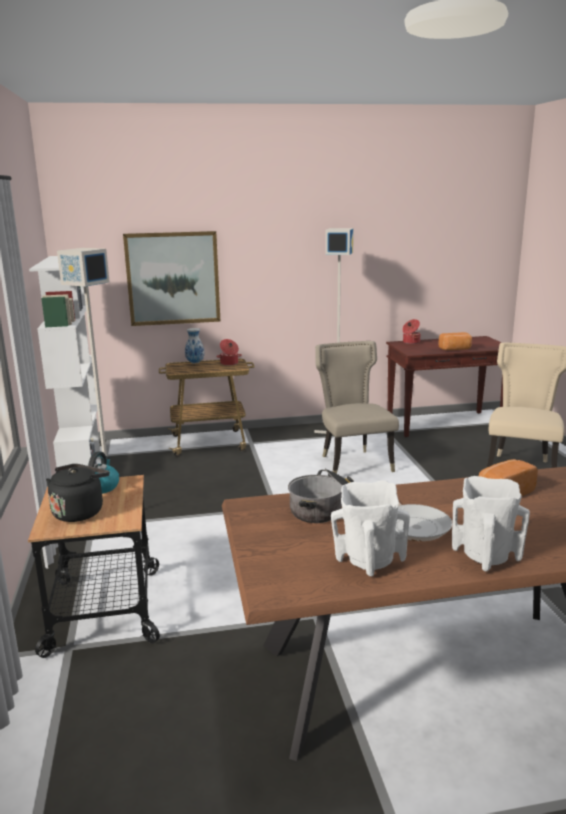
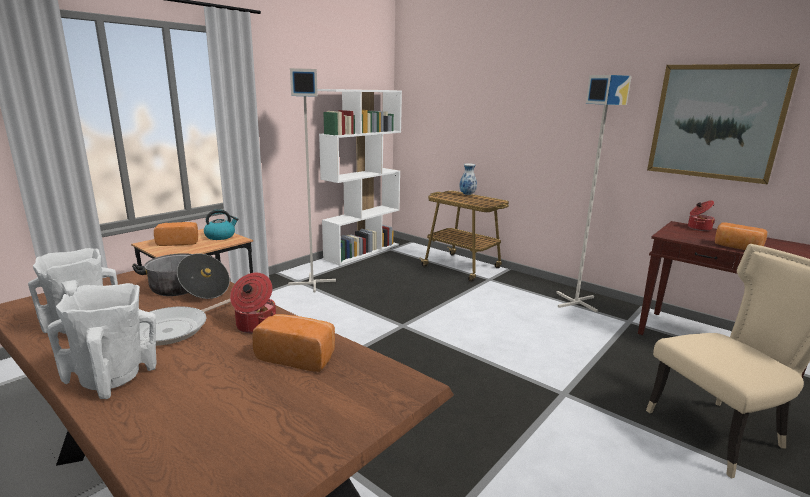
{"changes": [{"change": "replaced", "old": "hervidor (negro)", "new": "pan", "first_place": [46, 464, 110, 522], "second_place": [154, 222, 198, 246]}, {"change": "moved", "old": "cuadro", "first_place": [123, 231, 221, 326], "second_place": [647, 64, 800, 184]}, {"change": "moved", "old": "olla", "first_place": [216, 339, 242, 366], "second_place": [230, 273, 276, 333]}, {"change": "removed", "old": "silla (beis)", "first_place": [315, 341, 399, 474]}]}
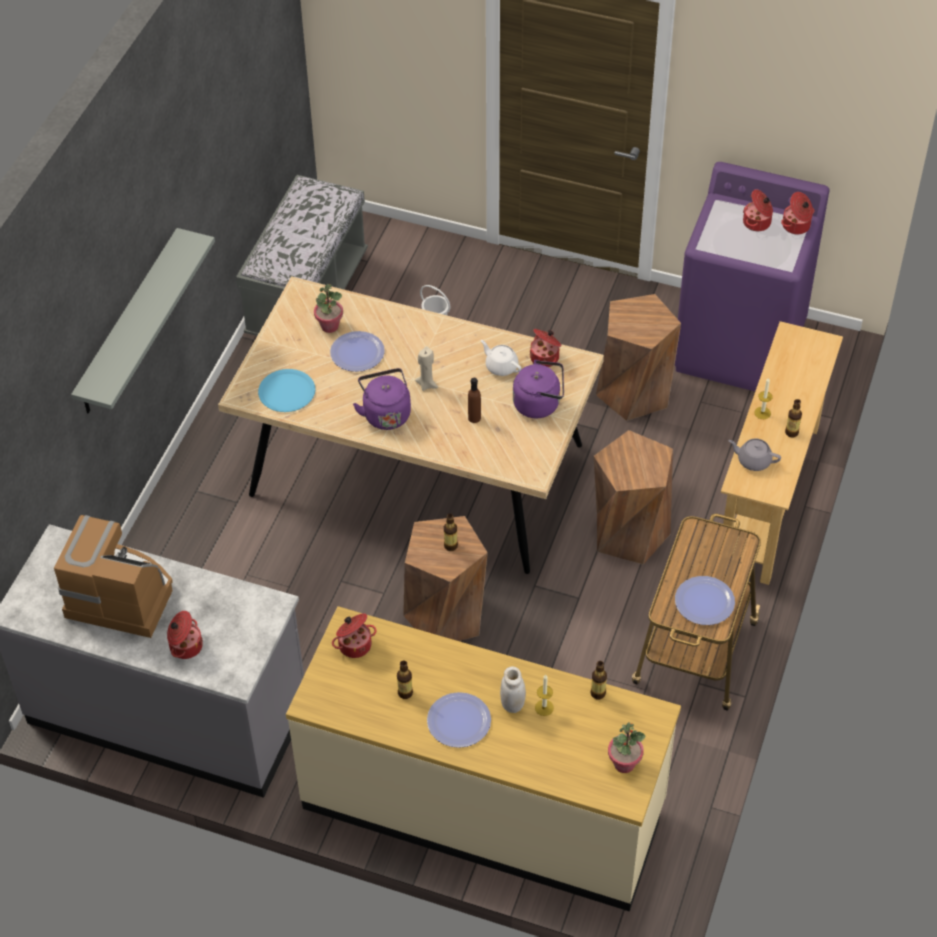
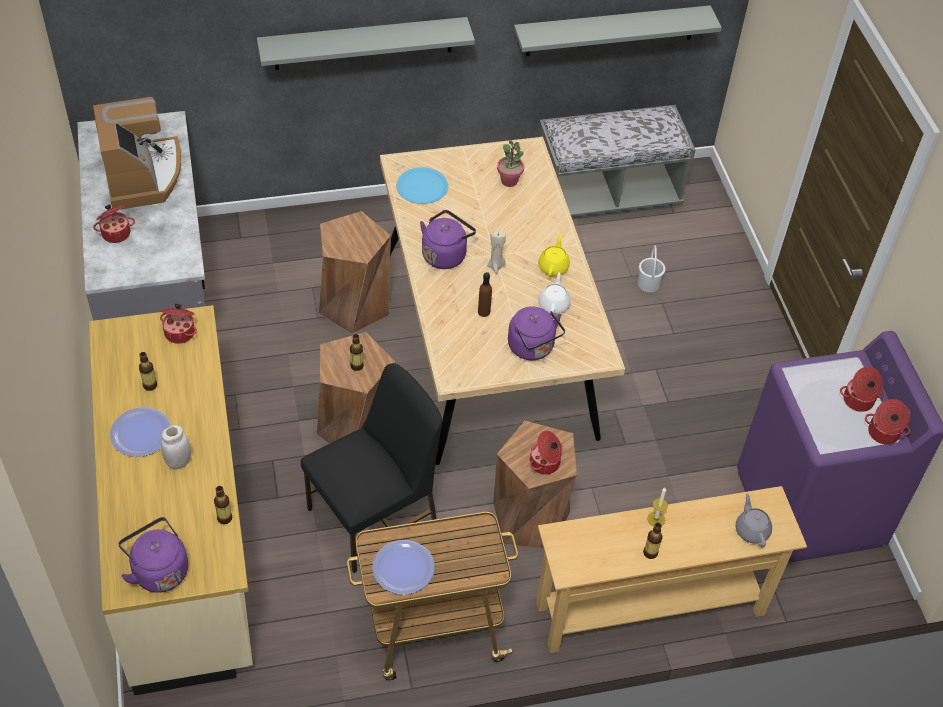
{"changes": [{"change": "removed", "old": "plato", "first_place": [330, 331, 385, 372]}, {"change": "moved", "old": "olla", "first_place": [530, 329, 561, 367], "second_place": [530, 431, 562, 474]}, {"change": "removed", "old": "vela", "first_place": [535, 674, 554, 716]}, {"change": "moved", "old": "taburete (marrón)", "first_place": [596, 294, 681, 421], "second_place": [319, 211, 391, 334]}, {"change": "replaced", "old": "planta en maceta", "new": "hervidor (morado)", "first_place": [608, 722, 645, 773], "second_place": [118, 517, 188, 593]}, {"change": "moved", "old": "tetera (gris)", "first_place": [728, 439, 781, 471], "second_place": [736, 493, 772, 547]}, {"change": "added", "new": "silla (negro)", "second_place": [301, 363, 442, 573]}, {"change": "added", "new": "estante (gris)", "second_place": [514, 5, 722, 56]}, {"change": "added", "new": "tetera (amarillo)", "second_place": [538, 235, 570, 277]}]}
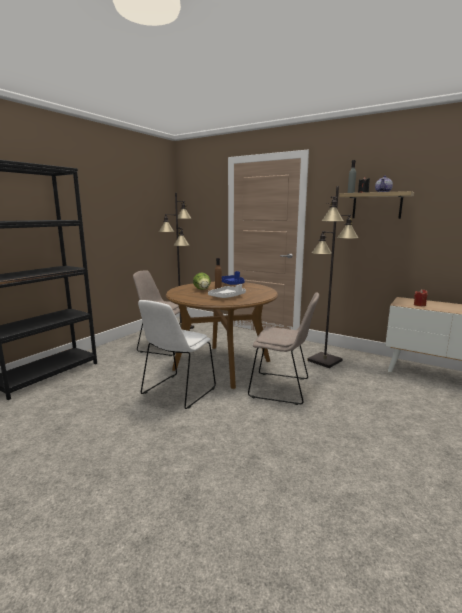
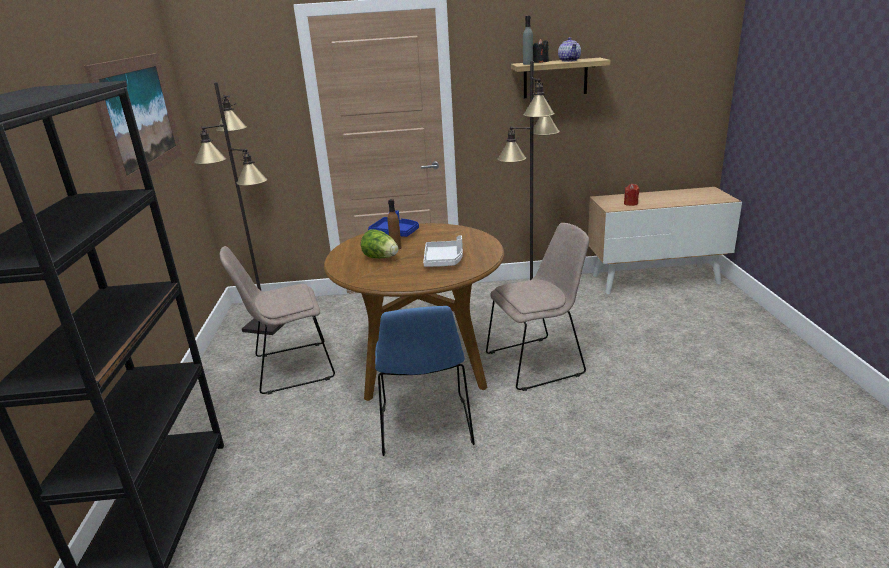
{"changes": [{"change": "recoloured", "old": "silla (blanco)", "new": "silla (azul)", "first_place": [138, 300, 216, 409], "second_place": [375, 306, 475, 456]}, {"change": "added", "new": "cuadro", "second_place": [84, 53, 182, 191]}]}
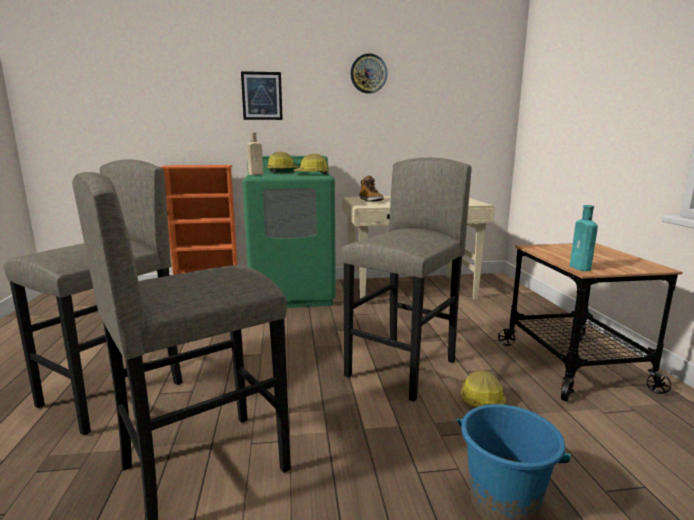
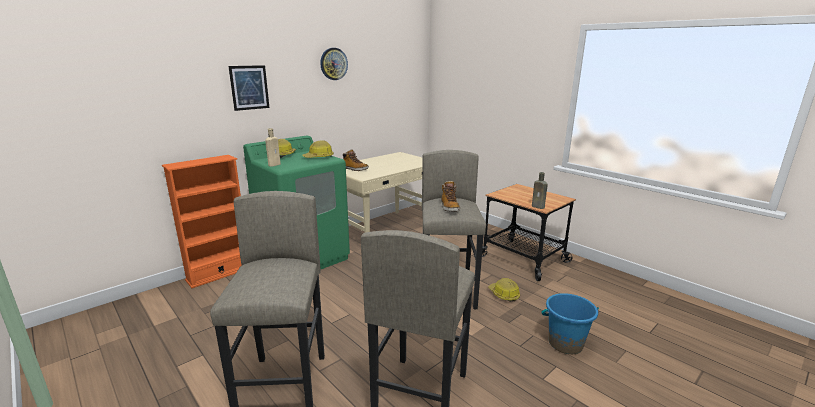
{"changes": [{"change": "recoloured", "old": "botella (turquesa)", "new": "botella (marrón)", "first_place": [570, 205, 598, 271], "second_place": [532, 172, 548, 209]}, {"change": "added", "new": "bota", "second_place": [441, 181, 460, 212]}]}
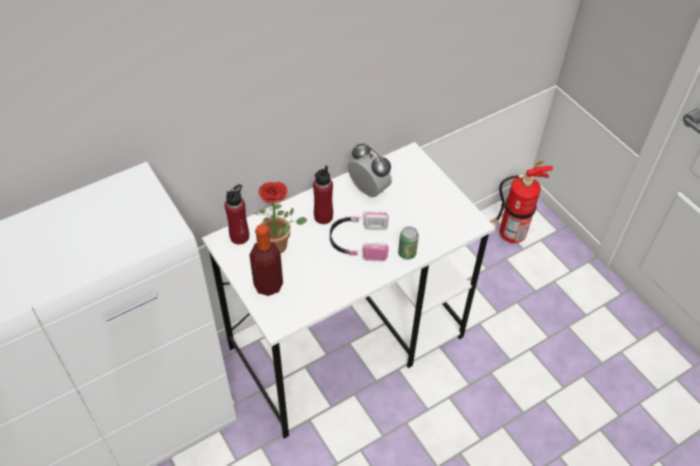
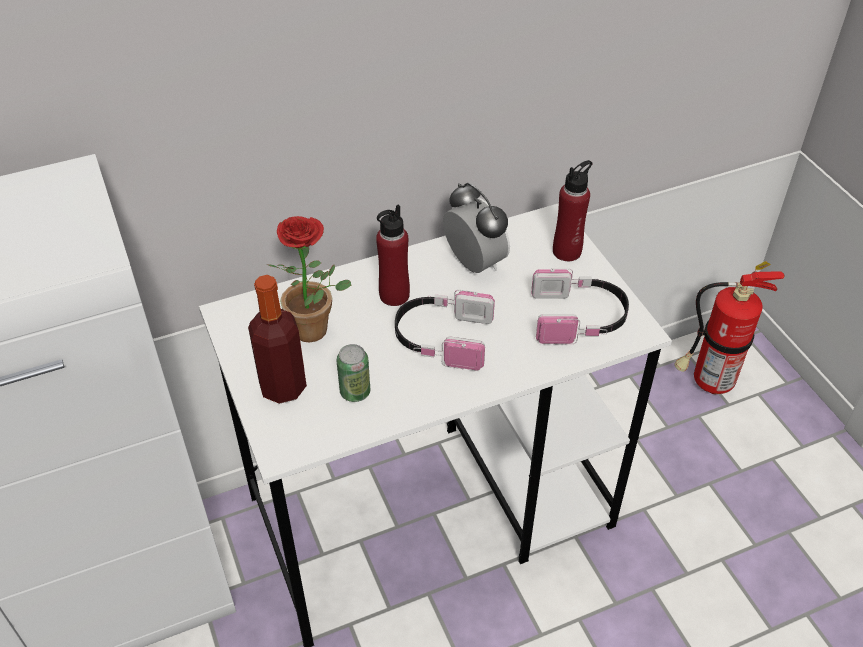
{"changes": [{"change": "moved", "old": "botella (rojo)", "first_place": [225, 184, 249, 244], "second_place": [553, 160, 592, 261]}, {"change": "moved", "old": "lata", "first_place": [398, 226, 419, 260], "second_place": [336, 344, 371, 402]}, {"change": "added", "new": "auriculares", "second_place": [531, 268, 629, 344]}]}
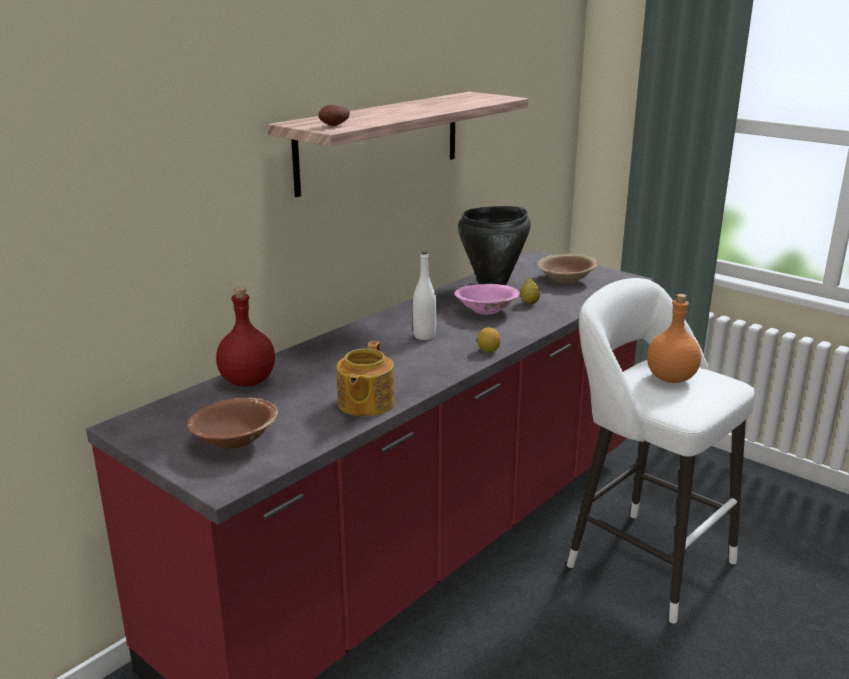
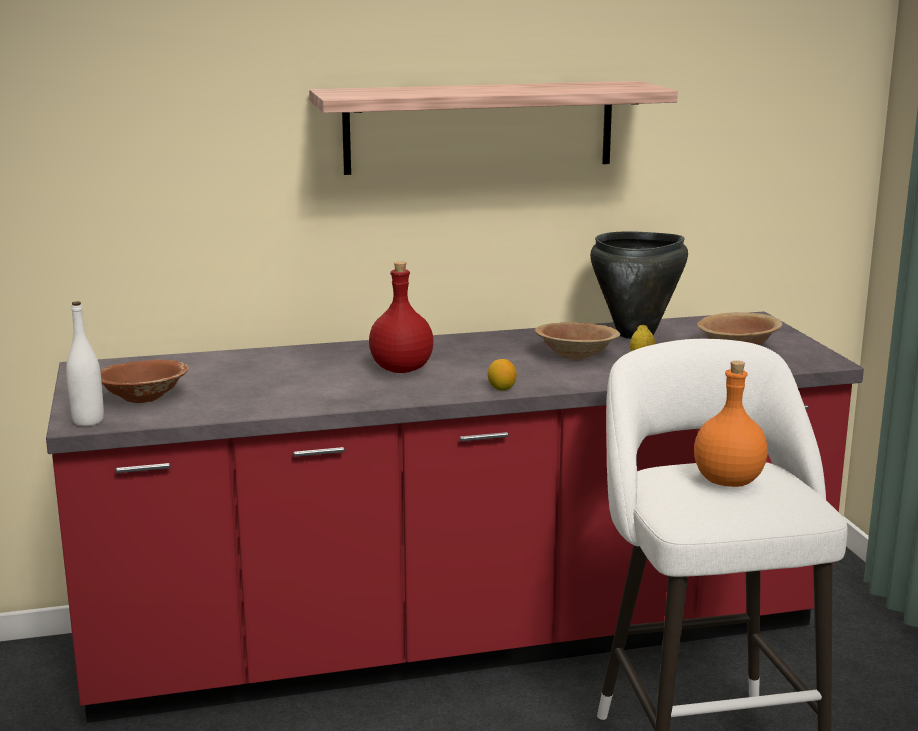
{"changes": [{"change": "moved", "old": "botella (rojo)", "first_place": [216, 287, 275, 387], "second_place": [369, 261, 434, 373]}, {"change": "removed", "old": "patata", "first_place": [318, 105, 350, 126]}, {"change": "removed", "old": "tetera", "first_place": [336, 341, 395, 416]}, {"change": "moved", "old": "botella (blanco)", "first_place": [413, 251, 436, 340], "second_place": [66, 301, 104, 426]}, {"change": "recoloured", "old": "cuenco (rosa)", "new": "cuenco (marrón)", "first_place": [454, 284, 520, 315], "second_place": [535, 322, 620, 360]}]}
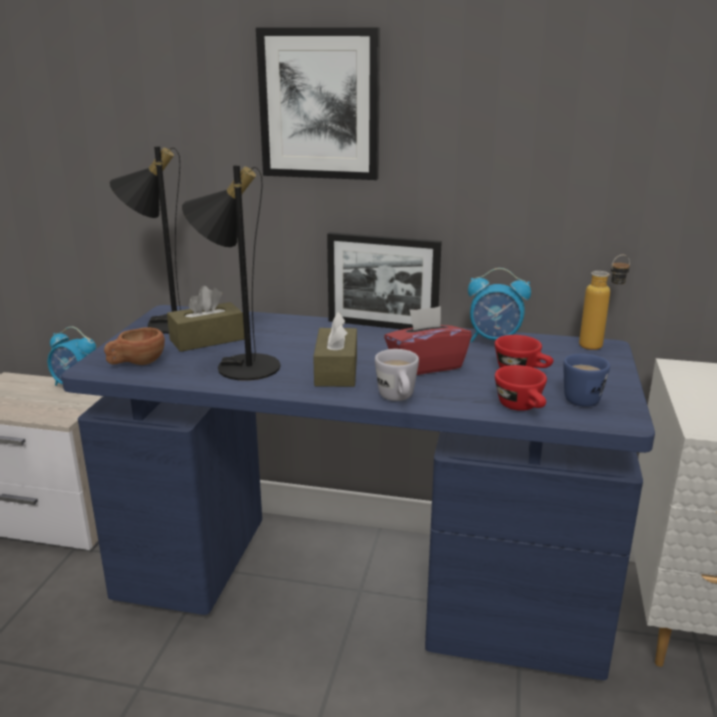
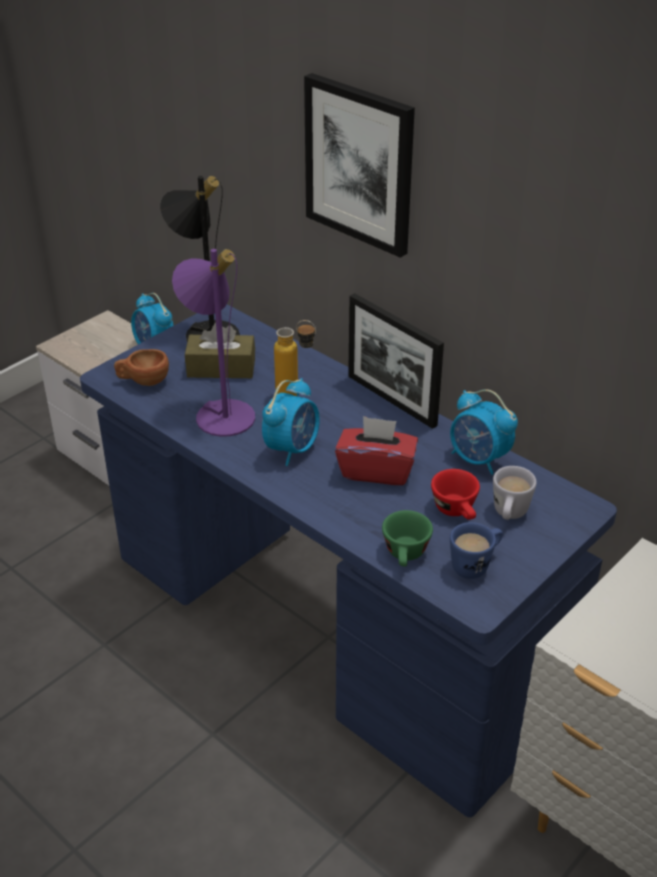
{"changes": [{"change": "recoloured", "old": "lámpara de mesa (negro)", "new": "lámpara de mesa (morado)", "first_place": [182, 165, 281, 381], "second_place": [172, 249, 255, 437]}, {"change": "replaced", "old": "caja de pañuelos (marrón)", "new": "despertador", "first_place": [313, 311, 357, 387], "second_place": [262, 378, 320, 466]}, {"change": "moved", "old": "taza grande (blanco)", "first_place": [375, 349, 419, 401], "second_place": [493, 466, 537, 520]}, {"change": "recoloured", "old": "taza (rojo)", "new": "taza (verde)", "first_place": [495, 365, 547, 411], "second_place": [382, 510, 433, 567]}, {"change": "moved", "old": "botella", "first_place": [579, 255, 630, 350], "second_place": [274, 320, 316, 396]}]}
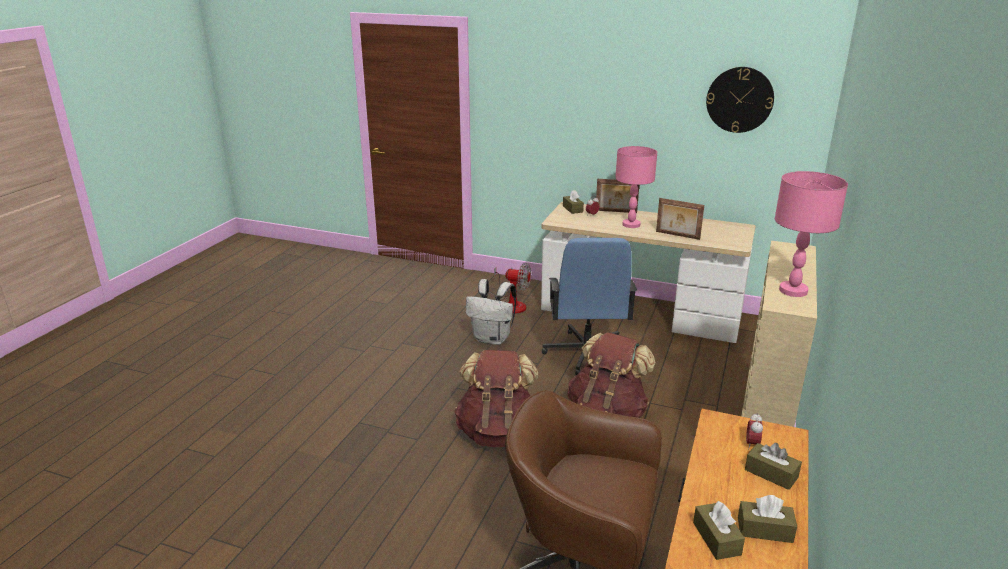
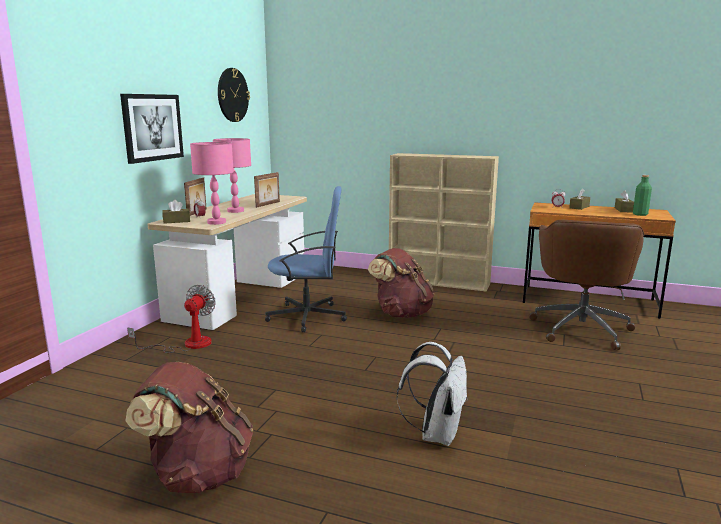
{"changes": [{"change": "moved", "old": "mochila (marrón)", "first_place": [454, 350, 538, 447], "second_place": [126, 362, 253, 493]}, {"change": "moved", "old": "mochila (blanco)", "first_place": [466, 279, 517, 345], "second_place": [397, 342, 468, 446]}, {"change": "replaced", "old": "caja de pañuelos (marrón)", "new": "botella (verde)", "first_place": [693, 501, 745, 560], "second_place": [633, 175, 652, 216]}, {"change": "moved", "old": "lámpara de mesa (rosa)", "first_place": [775, 171, 848, 297], "second_place": [190, 142, 234, 225]}, {"change": "added", "new": "cuadro", "second_place": [120, 94, 184, 164]}]}
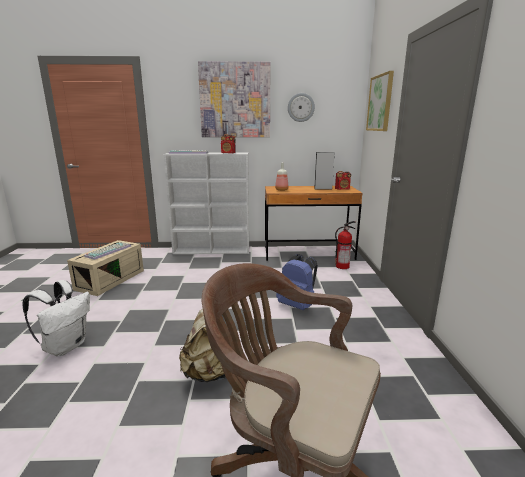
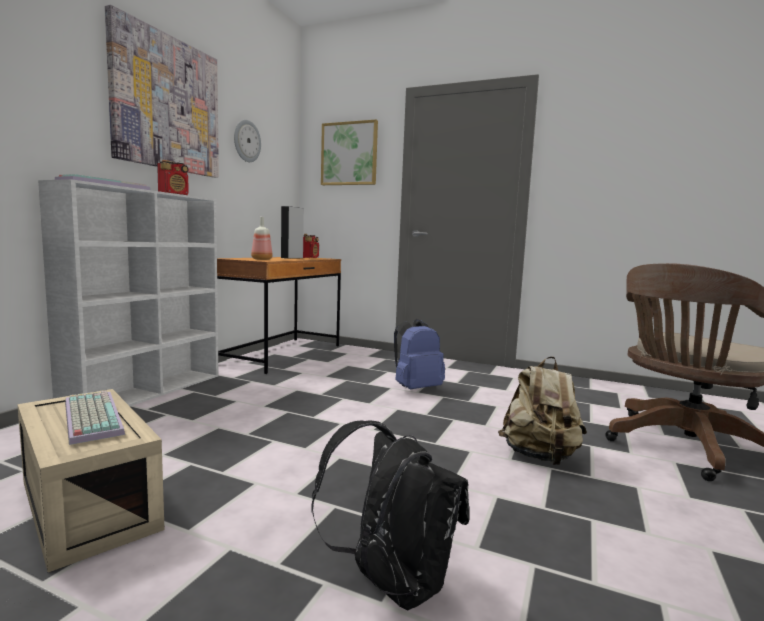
{"changes": [{"change": "recoloured", "old": "mochila (blanco)", "new": "mochila (negro)", "first_place": [23, 280, 90, 356], "second_place": [311, 420, 469, 610]}, {"change": "removed", "old": "extintor", "first_place": [335, 221, 355, 269]}]}
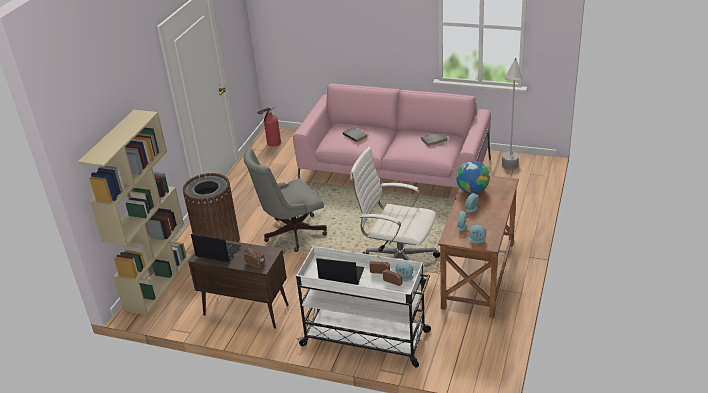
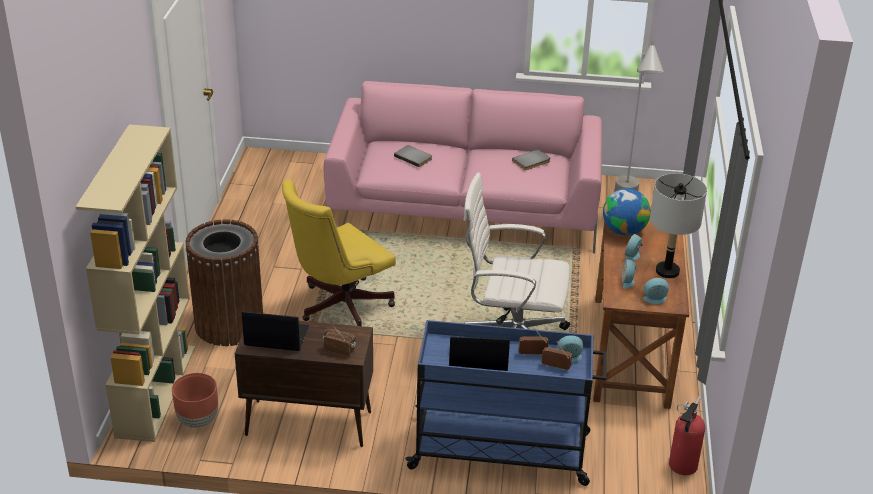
{"changes": [{"change": "recoloured", "old": "silla de oficina (gris)", "new": "silla de oficina (amarillo)", "first_place": [243, 148, 327, 252], "second_place": [282, 180, 396, 326]}, {"change": "moved", "old": "extintor", "first_place": [257, 106, 281, 147], "second_place": [669, 396, 706, 475]}, {"change": "recoloured", "old": "carrito (blanco)", "new": "carrito (azul)", "first_place": [296, 246, 431, 368], "second_place": [405, 320, 606, 486]}, {"change": "added", "new": "maceta (marrón)", "second_place": [172, 373, 218, 428]}, {"change": "added", "new": "lámpara de mesa (gris)", "second_place": [650, 173, 707, 278]}]}
